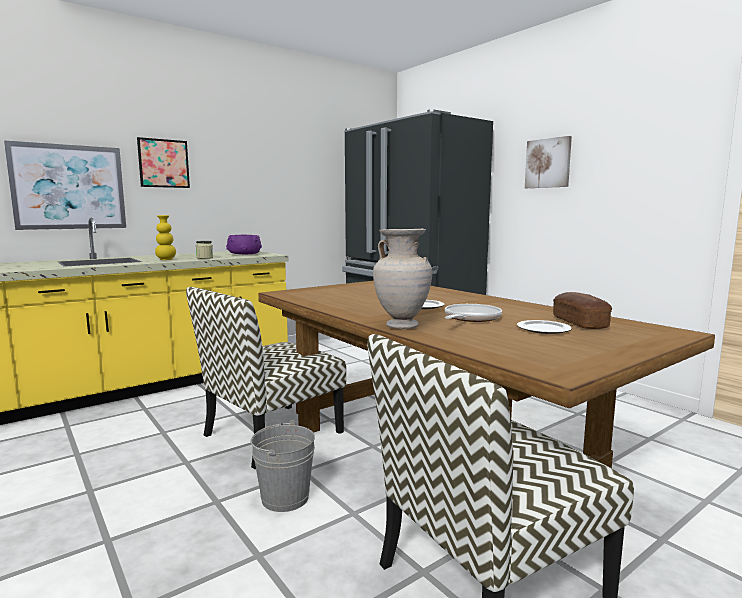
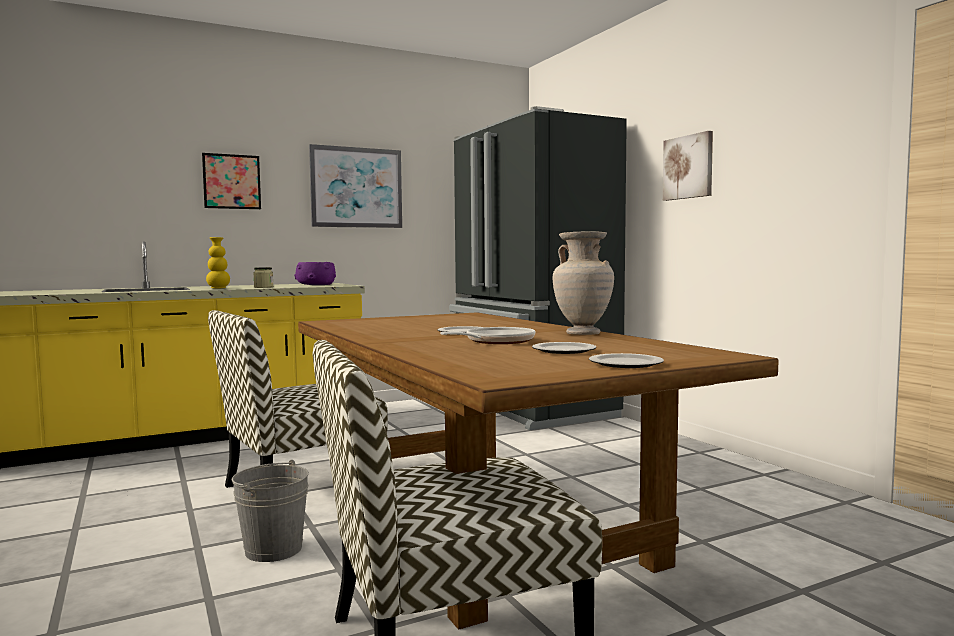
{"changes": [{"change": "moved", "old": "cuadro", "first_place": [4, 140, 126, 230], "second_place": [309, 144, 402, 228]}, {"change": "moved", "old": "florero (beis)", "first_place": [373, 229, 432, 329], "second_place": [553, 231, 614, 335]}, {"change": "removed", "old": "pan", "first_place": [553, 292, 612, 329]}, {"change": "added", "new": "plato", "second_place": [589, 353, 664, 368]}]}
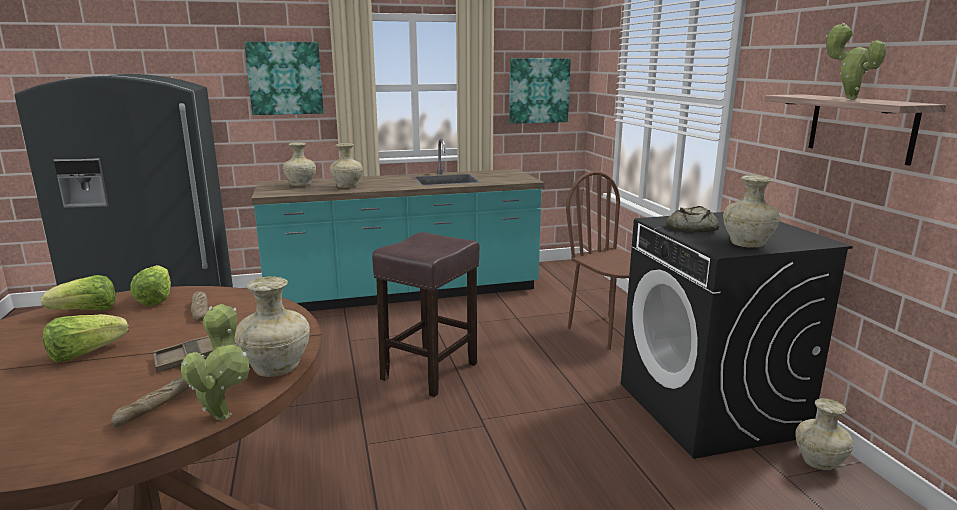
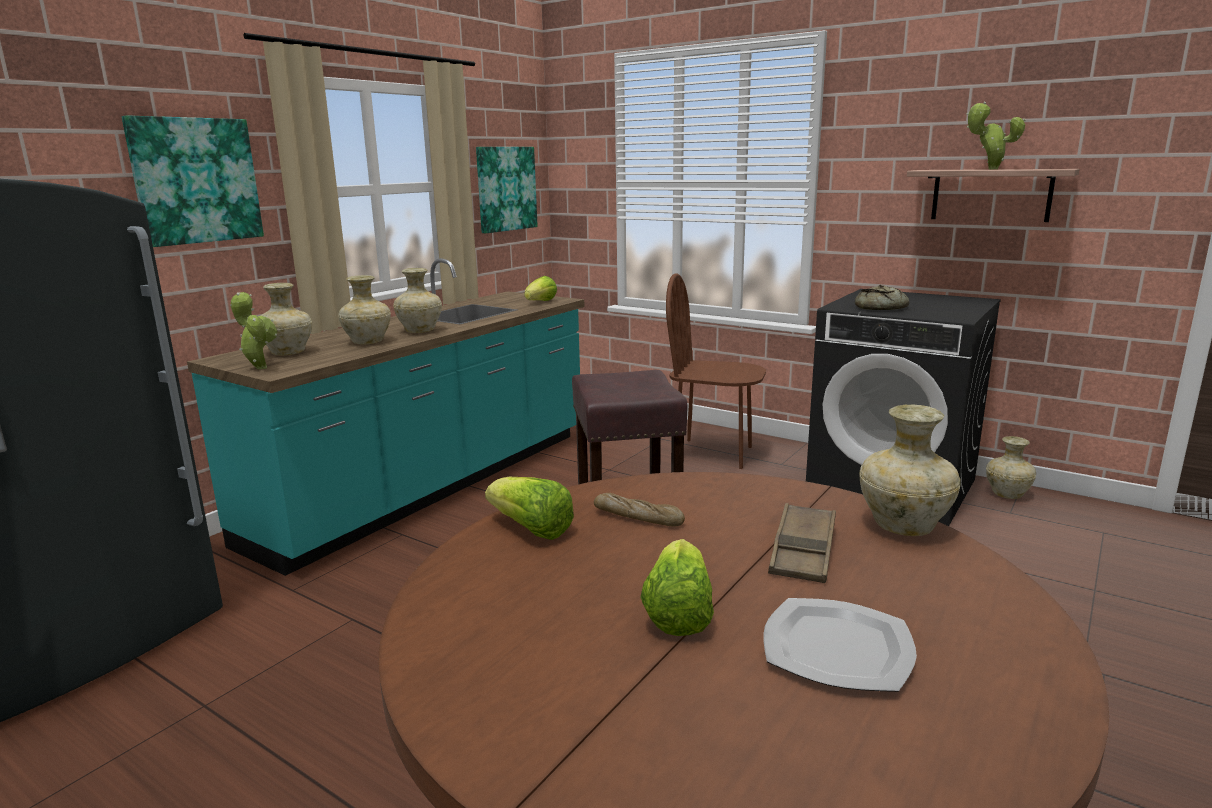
{"changes": [{"change": "moved", "old": "lechuga", "first_place": [41, 275, 115, 311], "second_place": [524, 276, 557, 301]}, {"change": "removed", "old": "pan", "first_place": [111, 377, 190, 427]}, {"change": "moved", "old": "planta en maceta", "first_place": [181, 304, 250, 421], "second_place": [230, 292, 277, 369]}, {"change": "moved", "old": "florero (beis)", "first_place": [723, 175, 780, 248], "second_place": [393, 268, 442, 333]}, {"change": "added", "new": "plato", "second_place": [764, 598, 917, 692]}]}
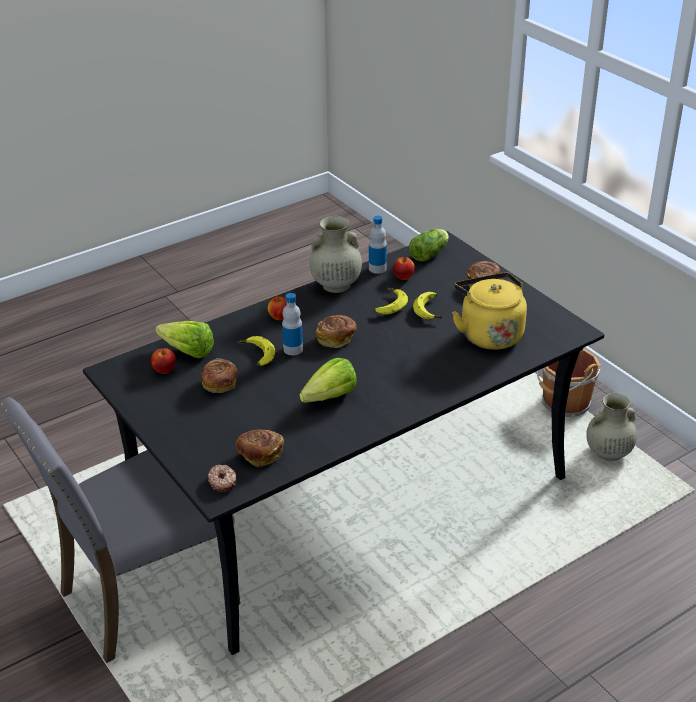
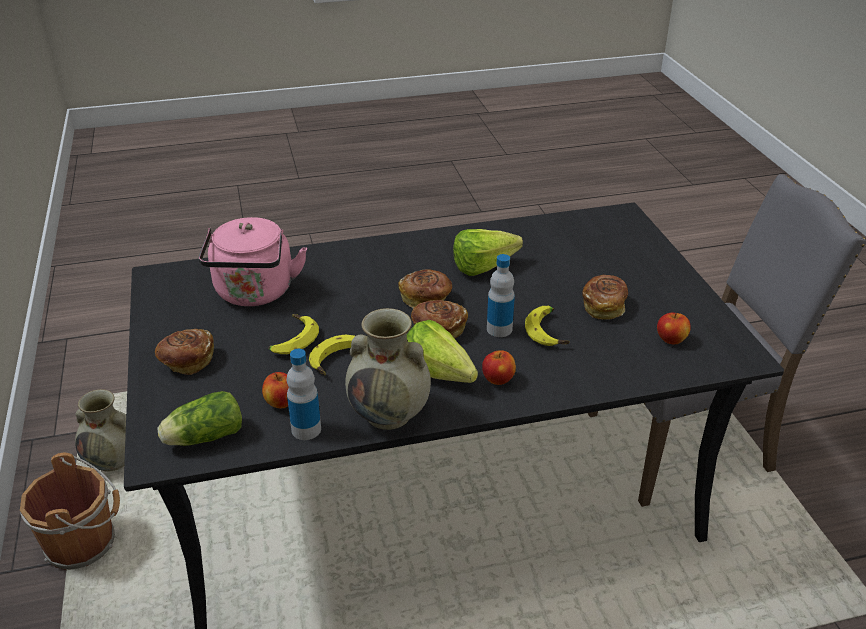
{"changes": [{"change": "moved", "old": "lechuga", "first_place": [156, 321, 214, 358], "second_place": [407, 320, 478, 383]}, {"change": "removed", "old": "rosquilla", "first_place": [208, 465, 237, 492]}, {"change": "moved", "old": "pan", "first_place": [236, 429, 284, 467], "second_place": [398, 270, 452, 308]}, {"change": "recoloured", "old": "hervidor (amarillo)", "new": "hervidor (rosa)", "first_place": [452, 272, 527, 350], "second_place": [199, 217, 307, 306]}]}
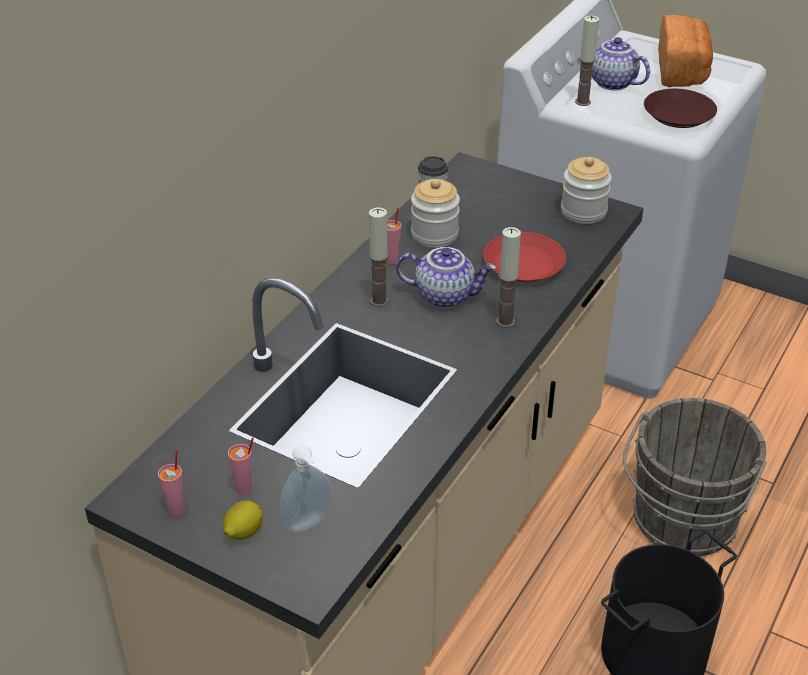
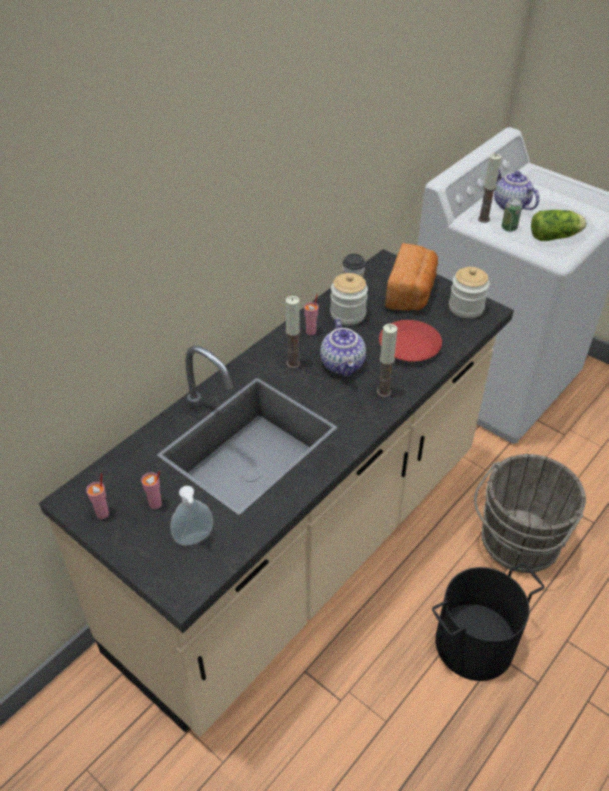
{"changes": [{"change": "removed", "old": "limón", "first_place": [223, 500, 263, 540]}, {"change": "turned", "old": "tetera", "first_place": [396, 247, 496, 308], "second_place": [320, 318, 366, 377], "degrees": 60}, {"change": "replaced", "old": "plato (marrón)", "new": "lechuga", "first_place": [644, 89, 717, 128], "second_place": [531, 210, 586, 241]}, {"change": "moved", "old": "pan", "first_place": [658, 15, 713, 87], "second_place": [385, 243, 438, 311]}, {"change": "added", "new": "lata", "second_place": [502, 198, 522, 232]}]}
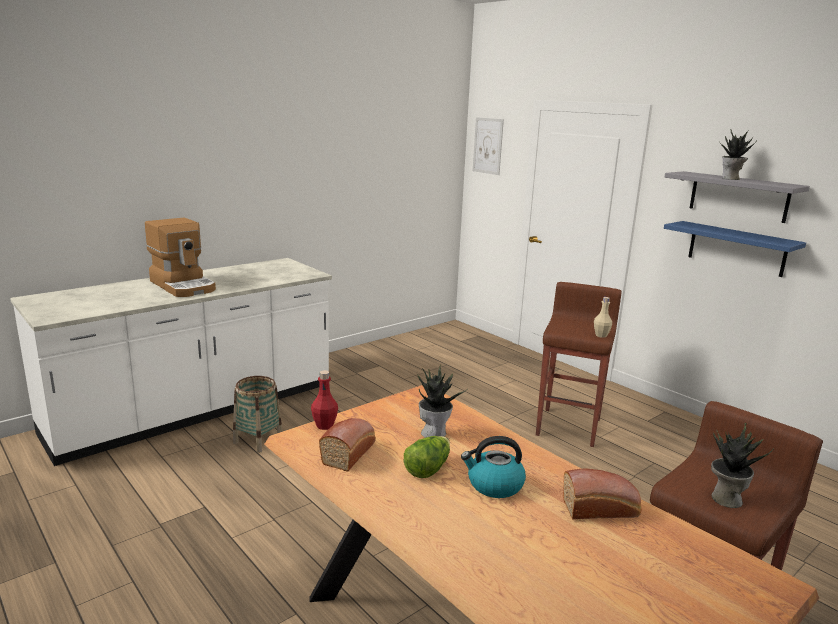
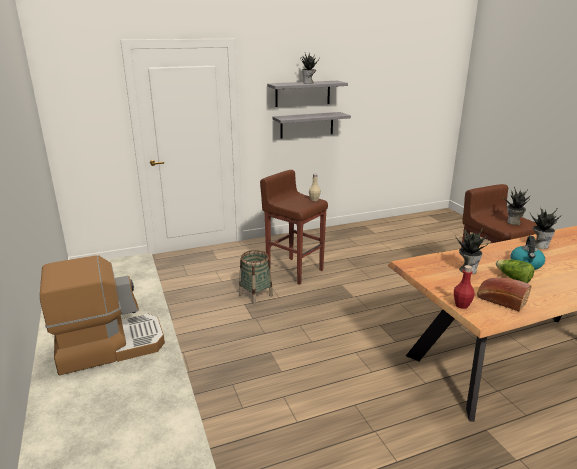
{"changes": [{"change": "moved", "old": "cesta", "first_place": [233, 376, 282, 453], "second_place": [239, 250, 273, 304]}, {"change": "removed", "old": "cuadro", "first_place": [473, 117, 504, 175]}, {"change": "replaced", "old": "pan", "new": "planta en maceta", "first_place": [563, 469, 642, 520], "second_place": [530, 206, 562, 249]}, {"change": "recoloured", "old": "estante (azul)", "new": "estante (gris)", "first_place": [664, 221, 806, 277], "second_place": [272, 112, 351, 139]}]}
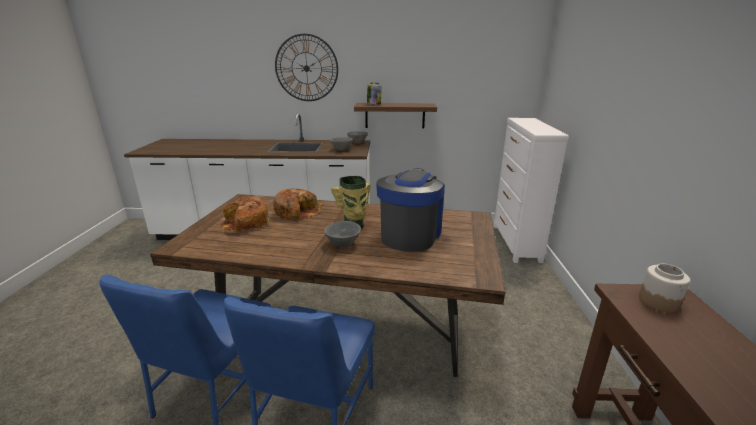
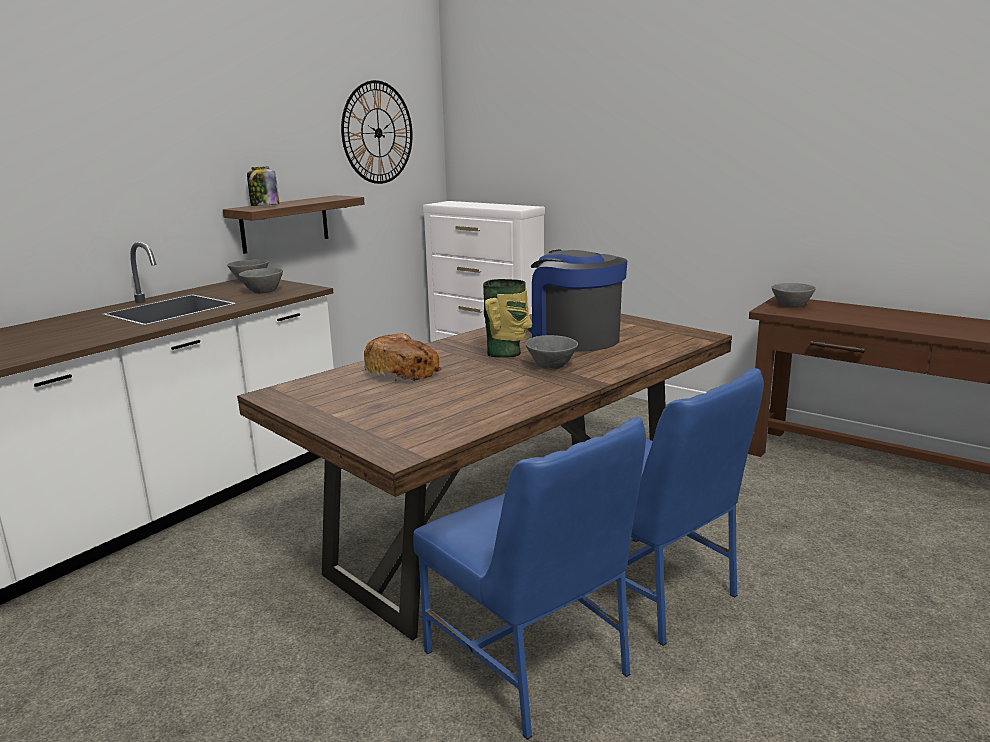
{"changes": [{"change": "removed", "old": "pan", "first_place": [221, 196, 269, 232]}, {"change": "moved", "old": "reloj de pared", "first_place": [275, 34, 338, 101], "second_place": [341, 80, 413, 184]}, {"change": "replaced", "old": "tarro", "new": "cuenco (gris)", "first_place": [639, 264, 690, 312], "second_place": [772, 283, 816, 308]}]}
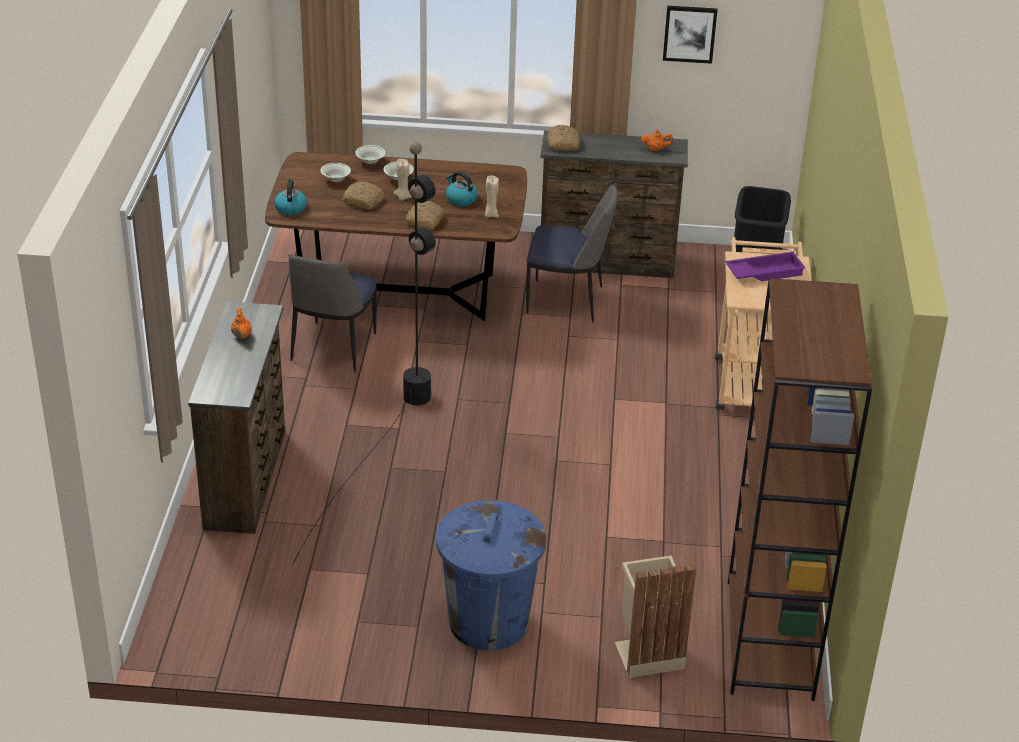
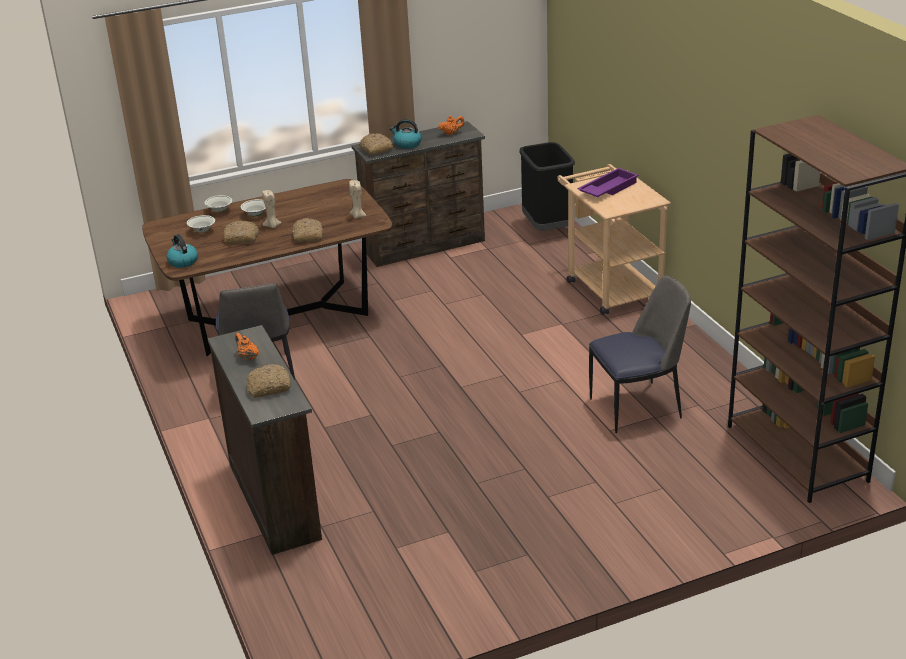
{"changes": [{"change": "removed", "old": "lámpara de pie (negro)", "first_place": [292, 142, 436, 566]}, {"change": "removed", "old": "papelera (azul)", "first_place": [436, 500, 546, 651]}, {"change": "moved", "old": "hervidor", "first_place": [446, 171, 478, 206], "second_place": [390, 119, 421, 149]}, {"change": "moved", "old": "silla", "first_place": [526, 185, 618, 322], "second_place": [589, 276, 691, 433]}, {"change": "removed", "old": "papelera (beis)", "first_place": [615, 556, 696, 678]}, {"change": "removed", "old": "cuadro", "first_place": [663, 6, 717, 64]}, {"change": "added", "new": "pan", "second_place": [247, 364, 291, 398]}]}
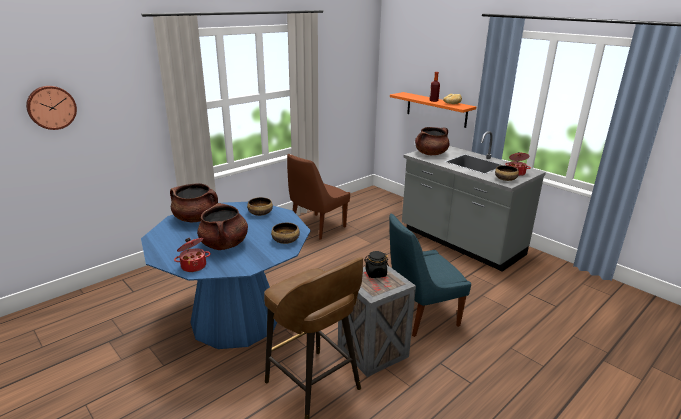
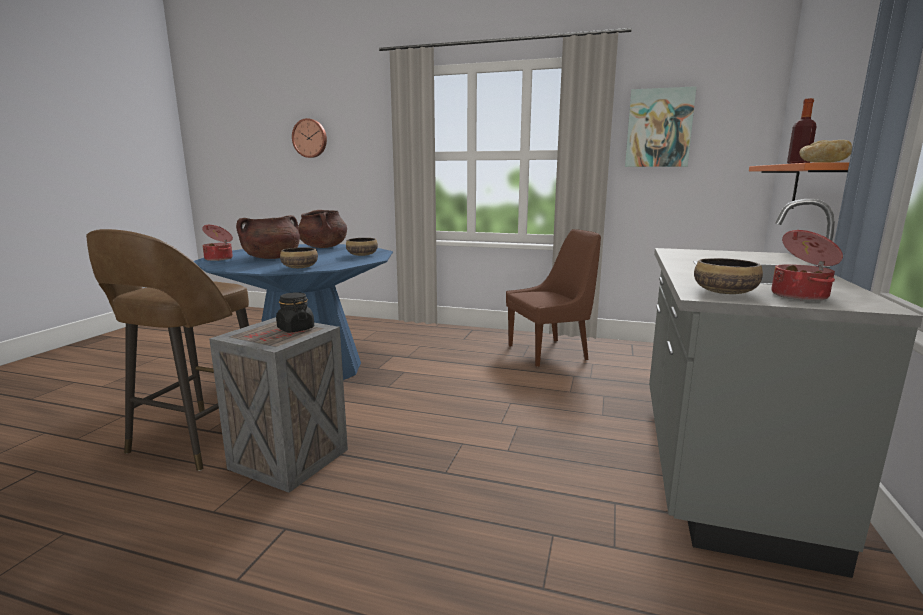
{"changes": [{"change": "turned", "old": "silla (marrón)", "first_place": [287, 154, 350, 240], "second_place": [506, 229, 601, 367], "degrees": 150}, {"change": "removed", "old": "silla (azul)", "first_place": [389, 213, 471, 337]}, {"change": "removed", "old": "olla (marrón)", "first_place": [415, 127, 450, 155]}, {"change": "added", "new": "cuadro", "second_place": [625, 86, 697, 167]}]}
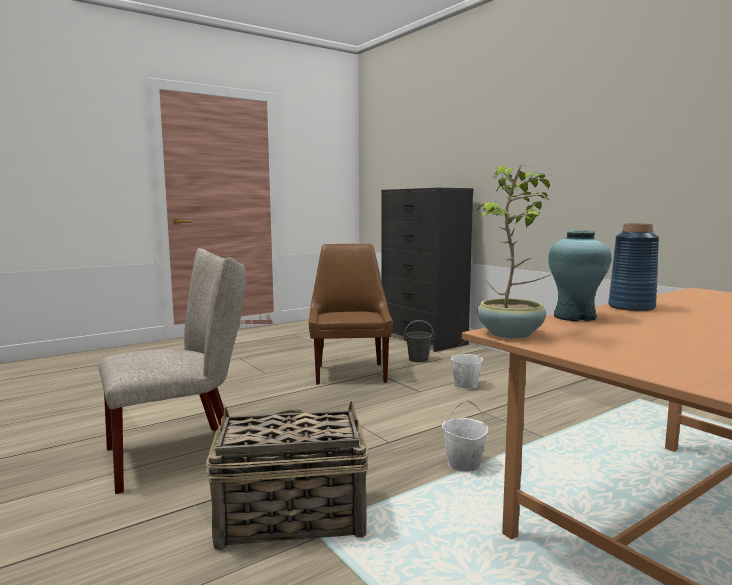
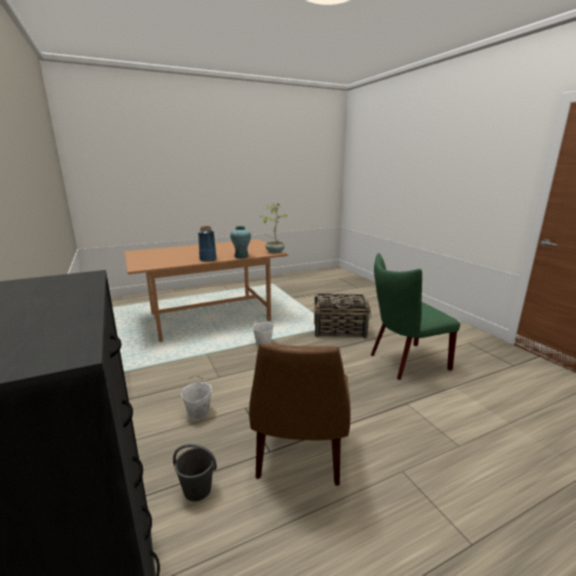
{"changes": [{"change": "recoloured", "old": "silla (beis)", "new": "silla (verde)", "first_place": [99, 248, 246, 494], "second_place": [371, 253, 460, 380]}]}
